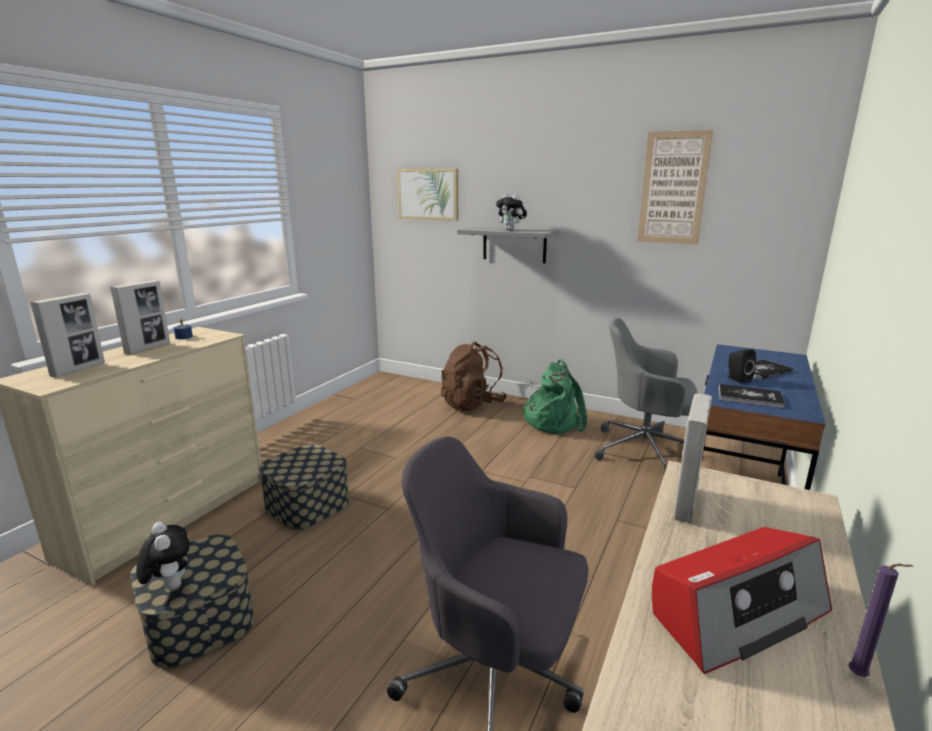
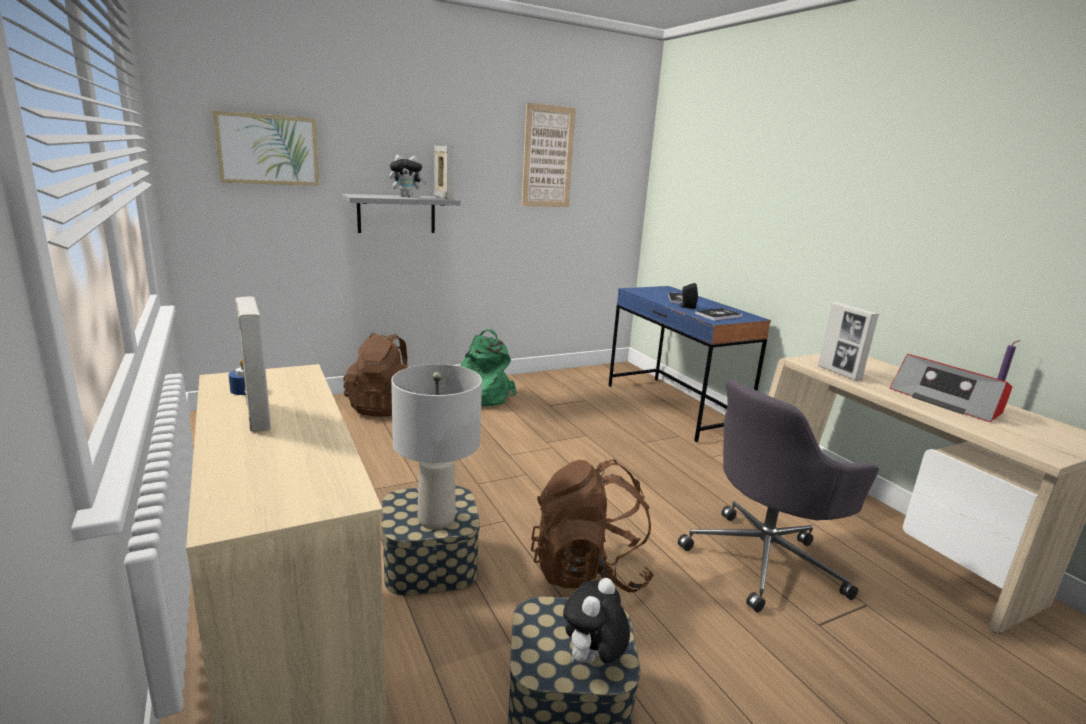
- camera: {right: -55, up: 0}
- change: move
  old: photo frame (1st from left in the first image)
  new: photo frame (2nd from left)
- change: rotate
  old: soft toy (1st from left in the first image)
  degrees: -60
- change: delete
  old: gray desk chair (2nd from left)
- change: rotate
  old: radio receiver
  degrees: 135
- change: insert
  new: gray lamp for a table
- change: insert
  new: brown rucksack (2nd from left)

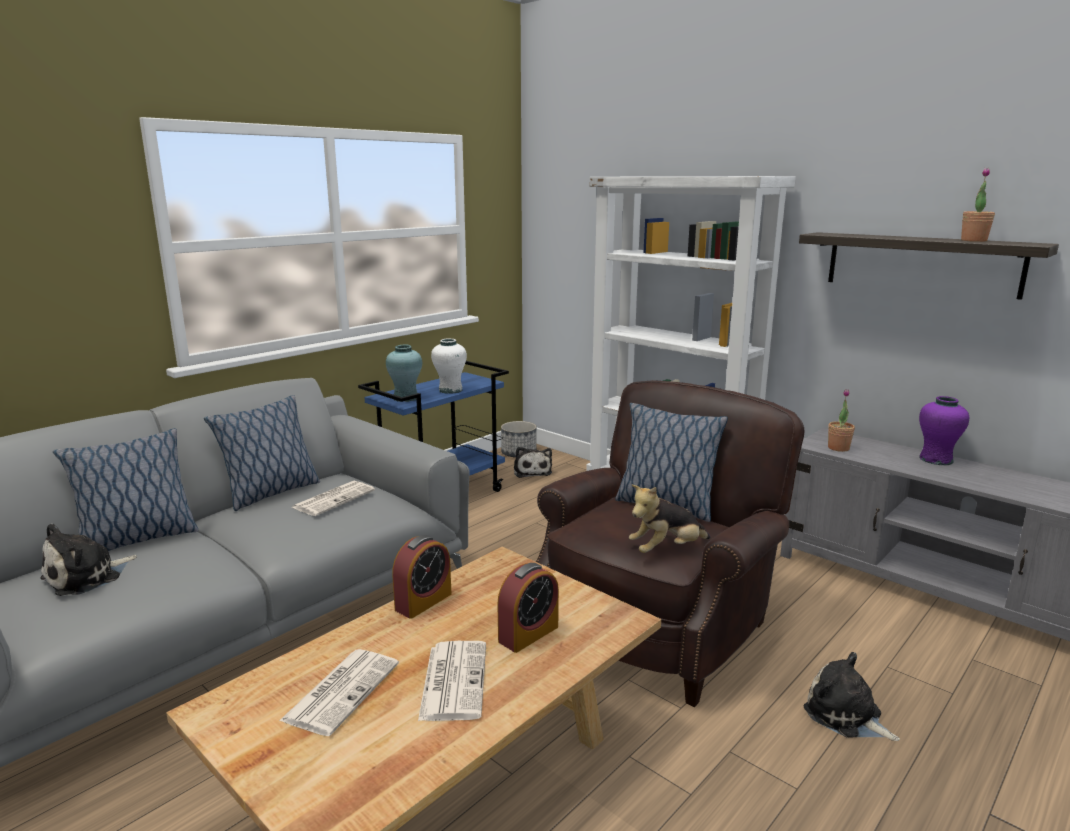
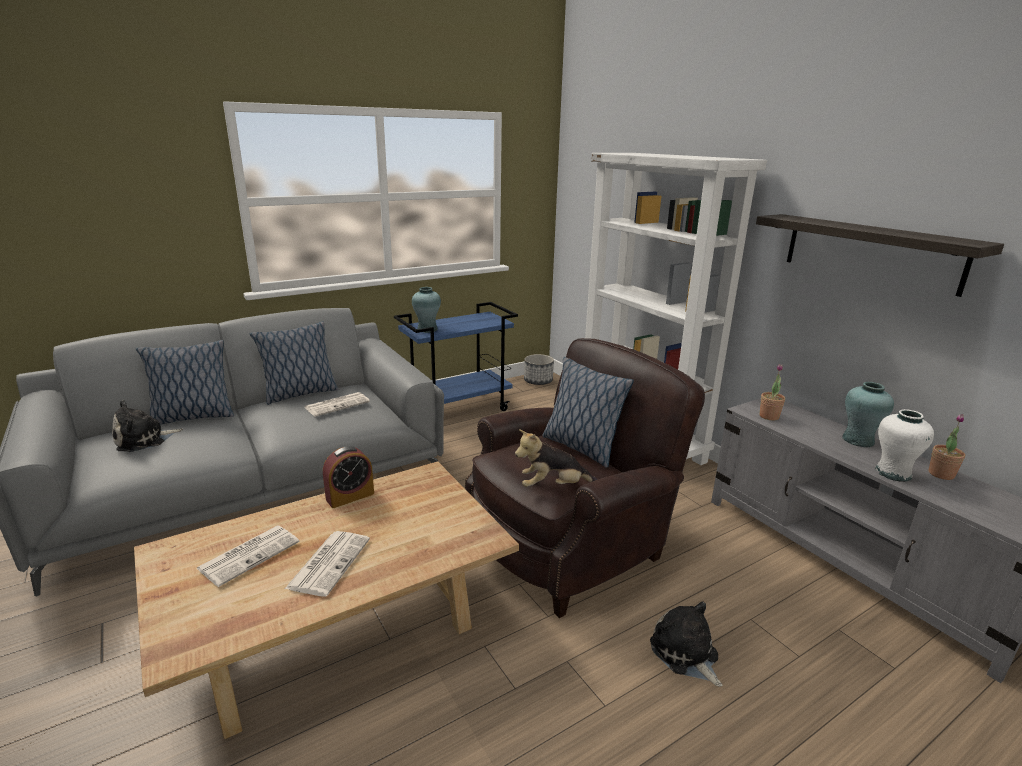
- camera: {right: 15, up: 5}
- change: move
  old: white-coloured vase
- change: delete
  old: table clock (2nd from left)
- change: delete
  old: soft toy (2nd from left)
- change: recolor
  old: purple-coloured vase
  new: turquoise vase (2nd from left)
- change: move
  old: houseplant (2nd from left)

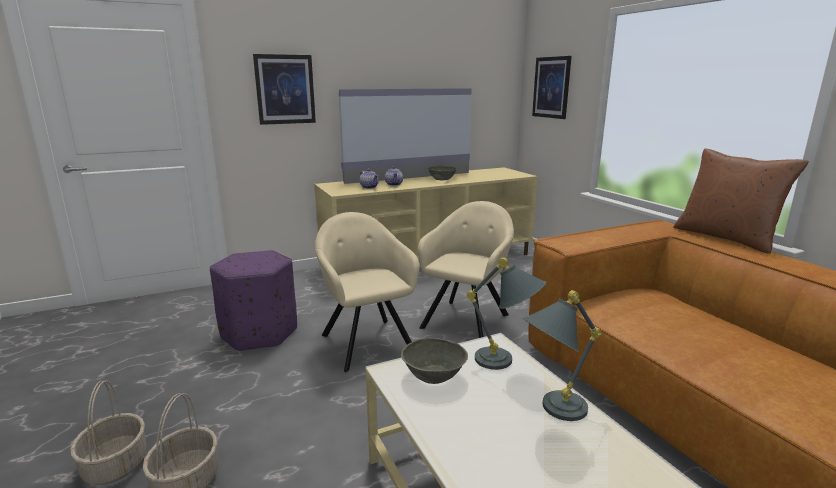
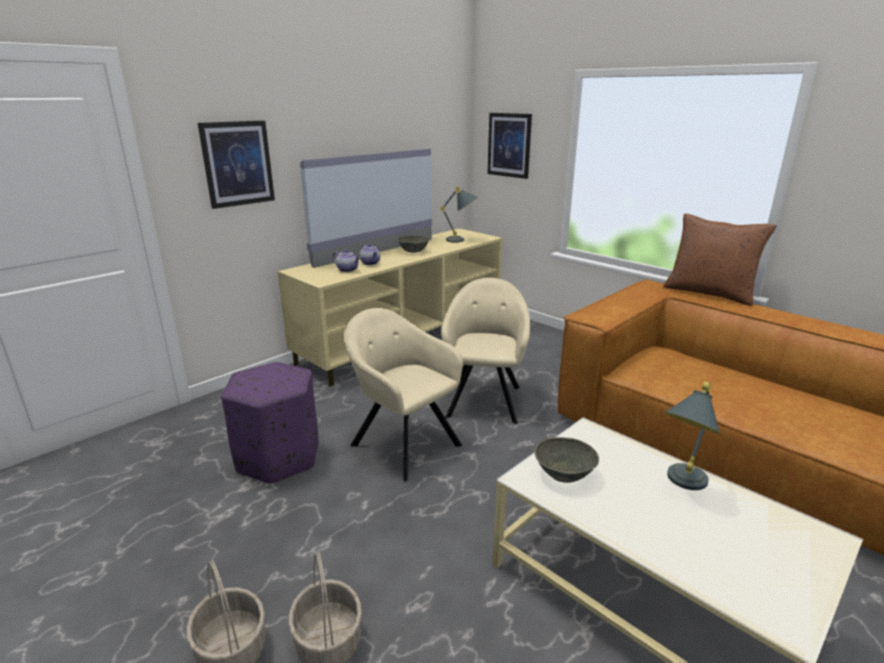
- camera: {right: -20, up: 5}
- change: move
  old: gray lamp for a table (1st from left)

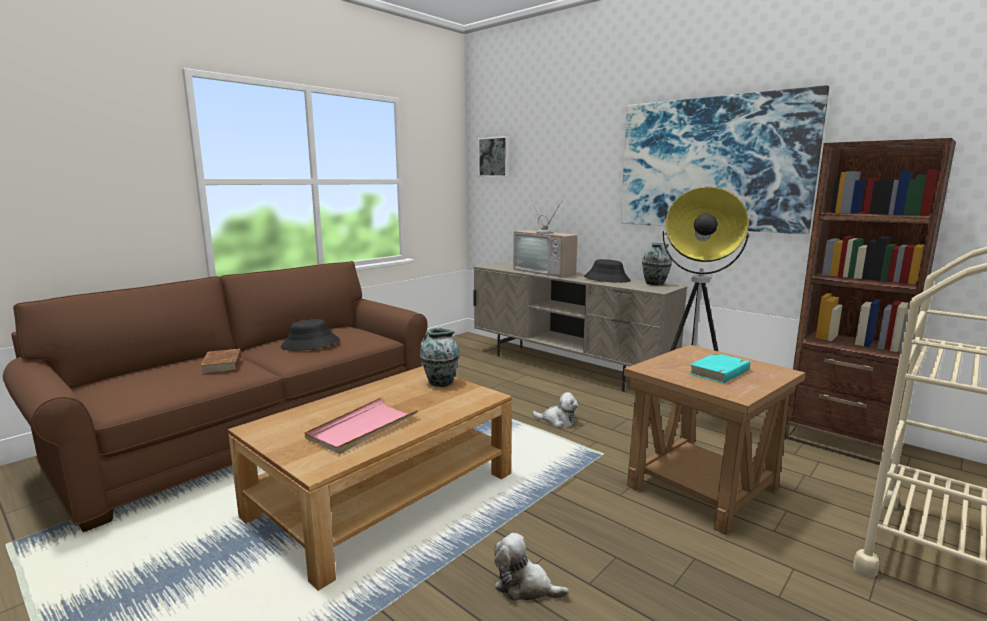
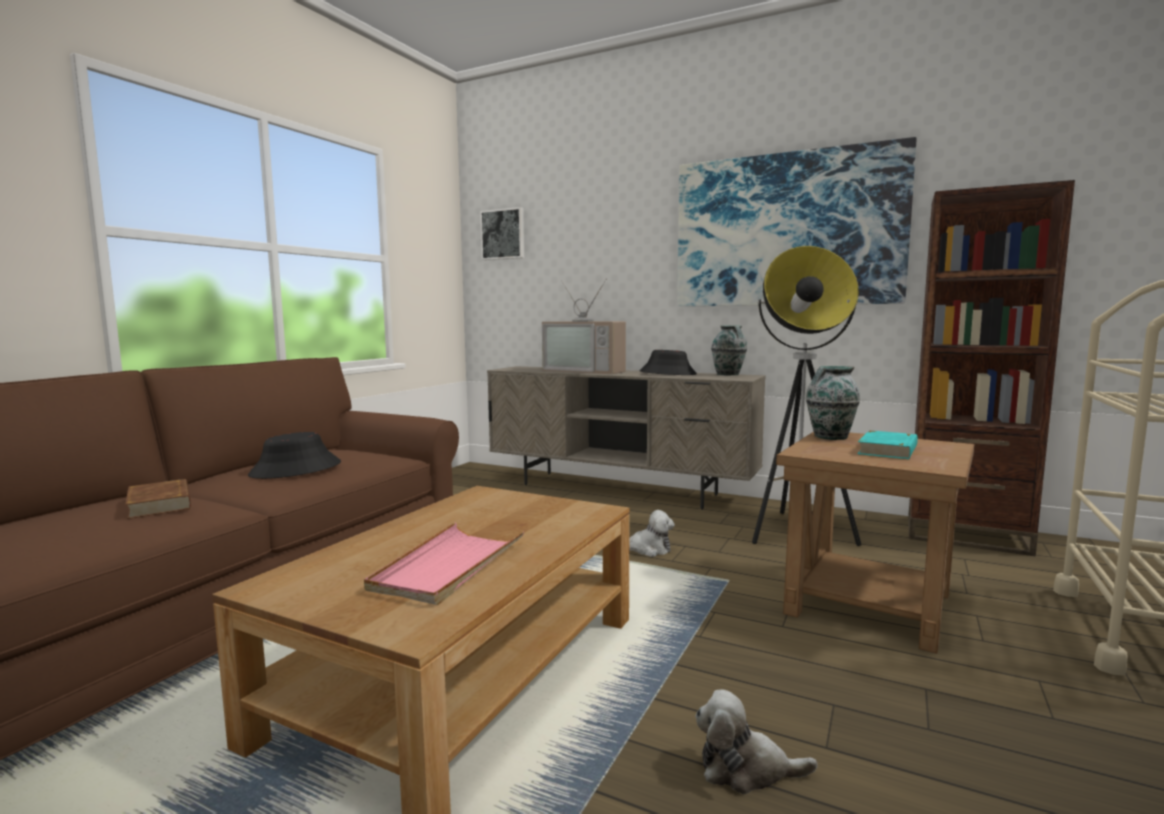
- camera: {right: -15, up: -5}
- change: move
  old: vase (1st from left in the first image)
  new: vase (2nd from left)

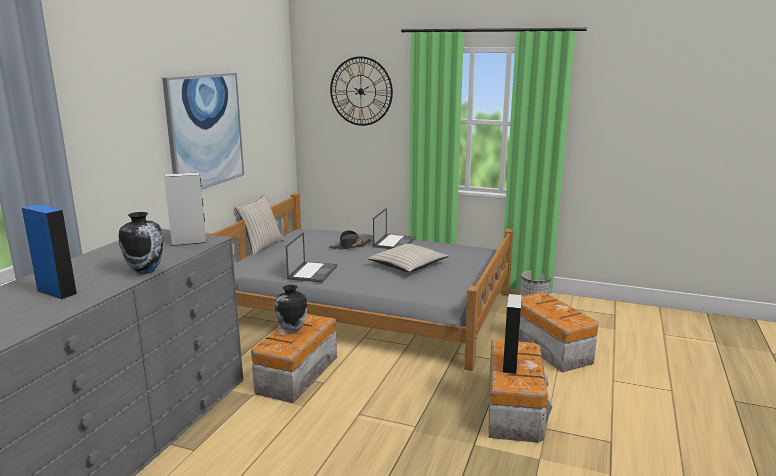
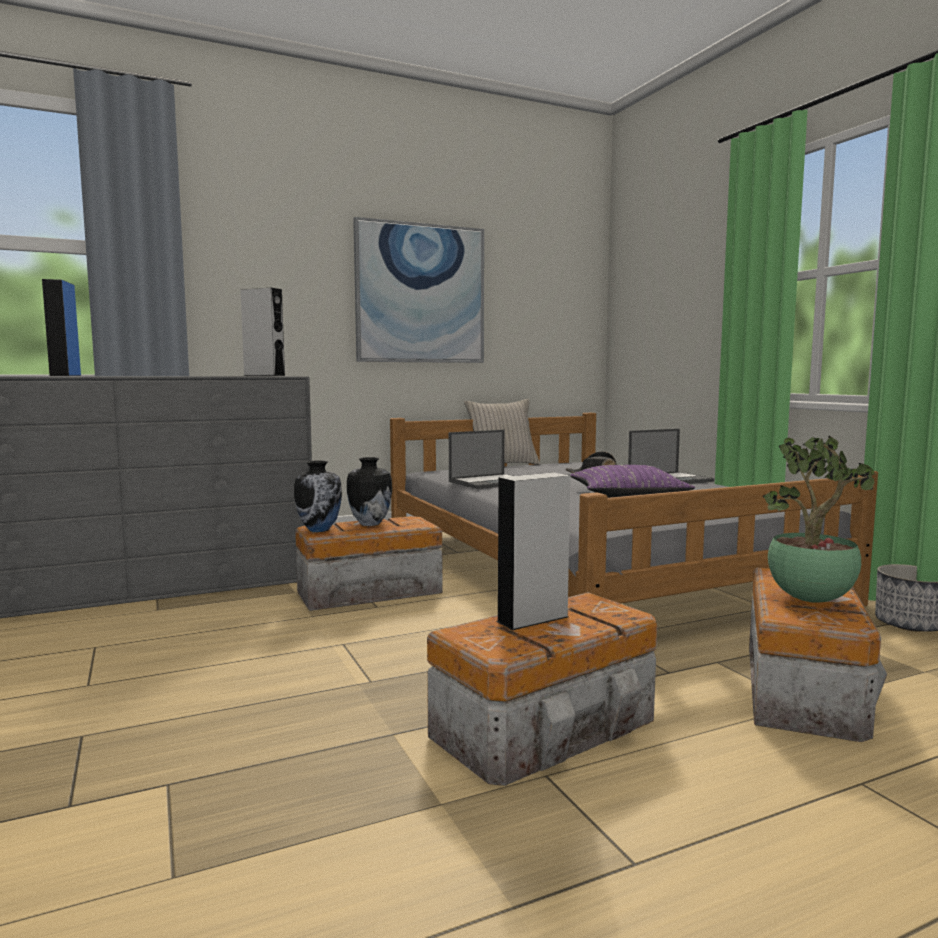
- camera: {right: 45, up: -10}
- change: move
  old: vase (1st from left)
- change: delete
  old: clock on the wall
- change: recolor
  old: beige throw pillow (2nd from left)
  new: purple-coloured throw pillow
- change: insert
  new: houseplant

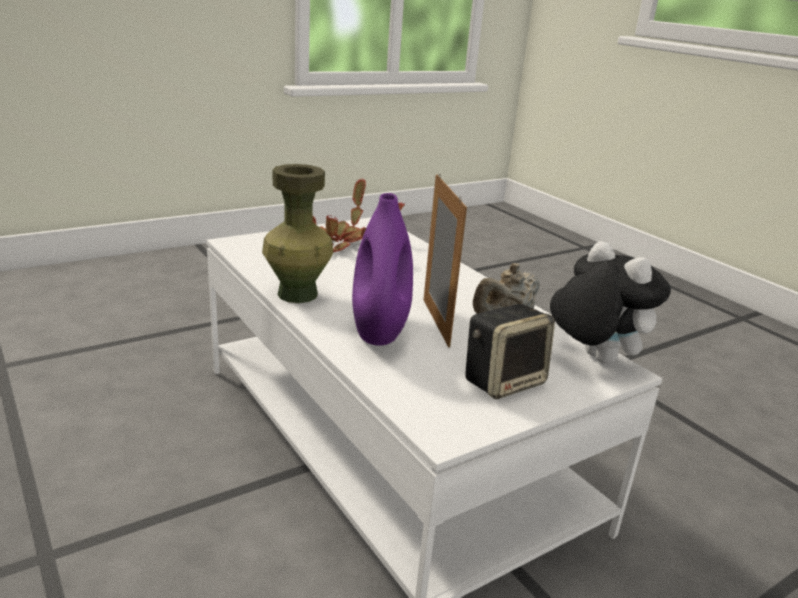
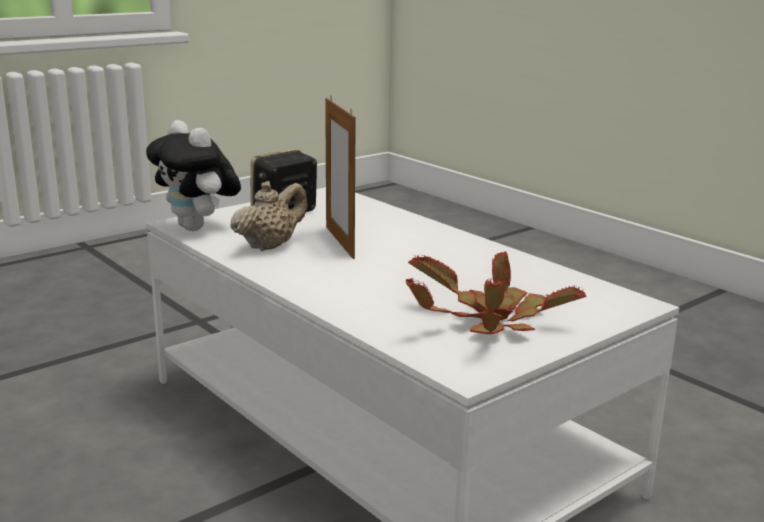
- camera: {right: 175, up: -5}
- change: delete
  old: green-coloured vase
- change: delete
  old: purple-coloured vase

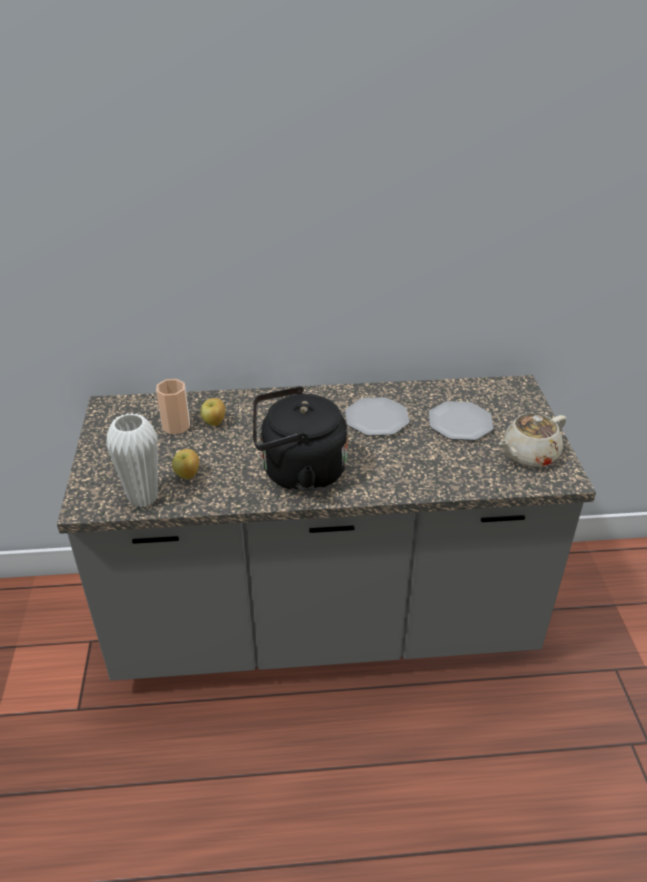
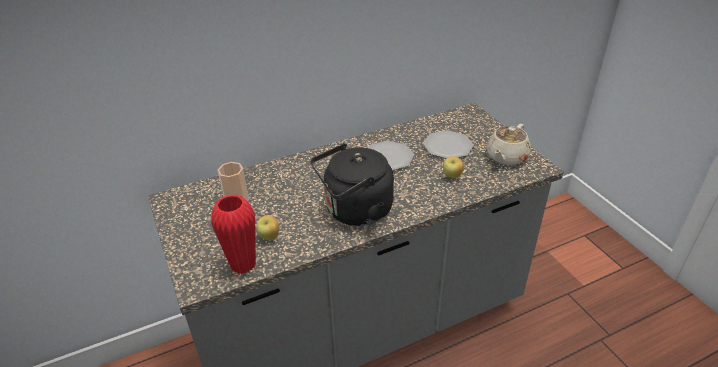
- camera: {right: -20, up: 0}
- change: recolor
  old: white-coloured vase
  new: red vase
- change: move
  old: apple (2nd from left)

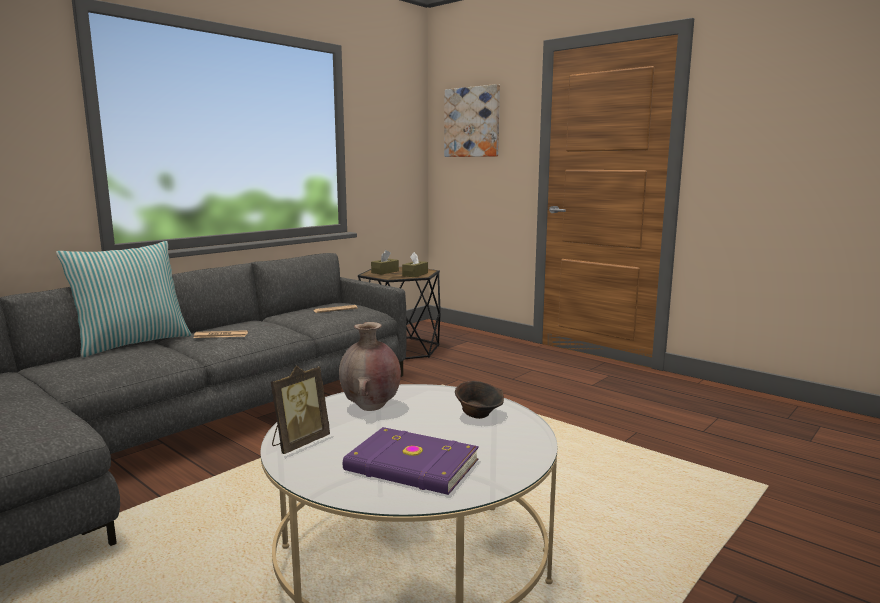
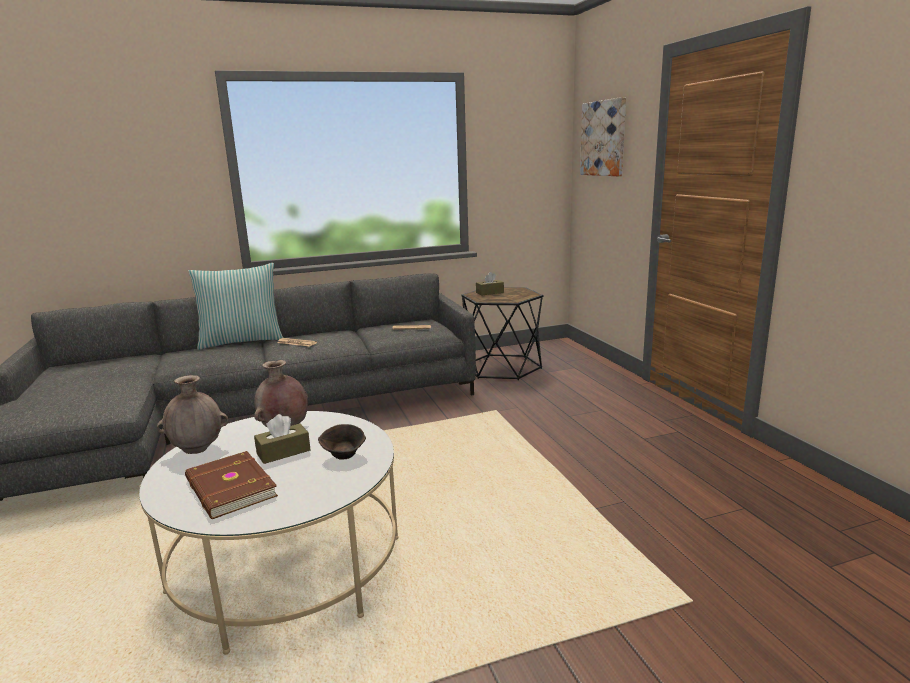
- camera: {right: 30, up: 5}
- change: replace
  old: photo frame
  new: brown vase (1st from left)
- change: recolor
  old: purple-coloured bound book
  new: brown bound book
- change: move
  old: brown tissue holder (2nd from left in the first image)
  new: brown tissue holder (1st from left)

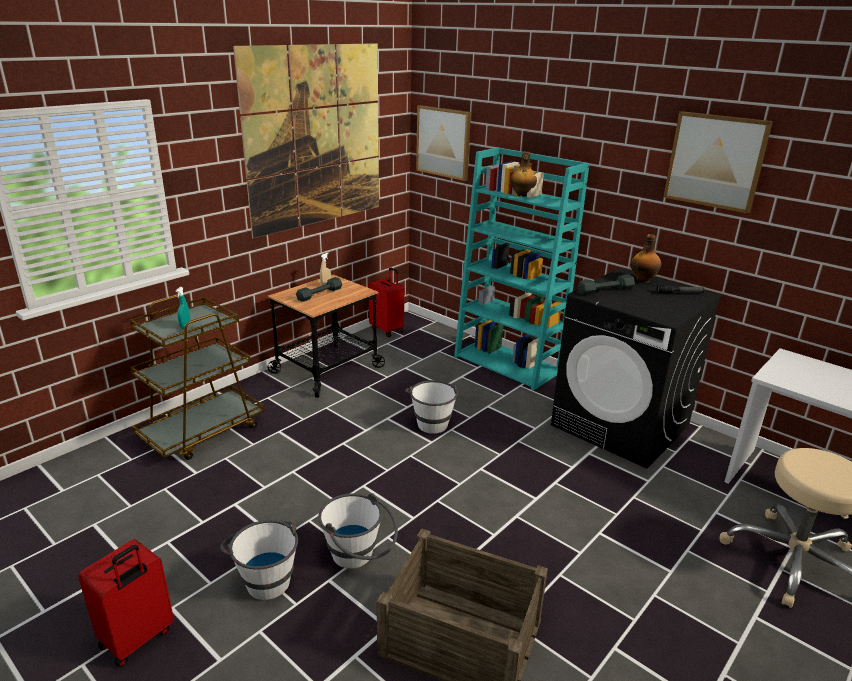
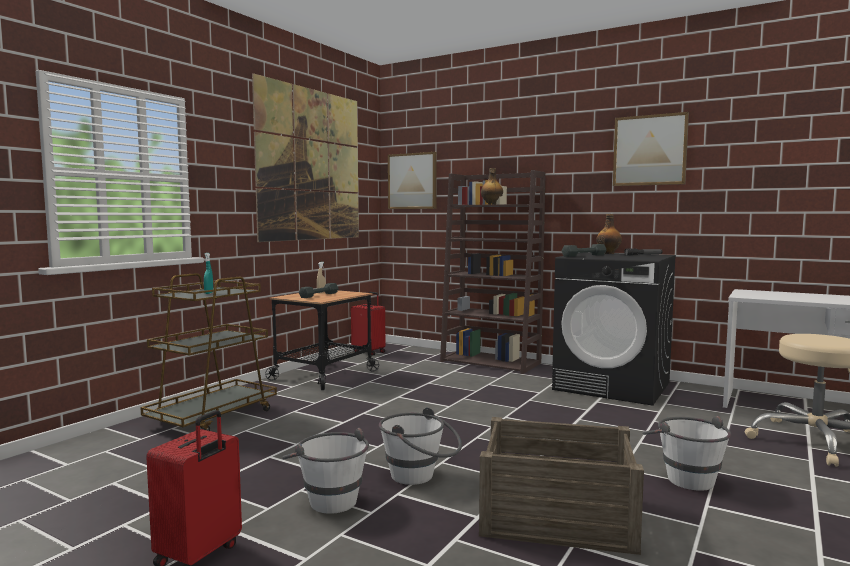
- camera: {right: -10, up: -20}
- change: move
  old: white-coloured bucket (3rd from left)
- change: recolor
  old: turquoise shelving unit
  new: brown shelving unit

